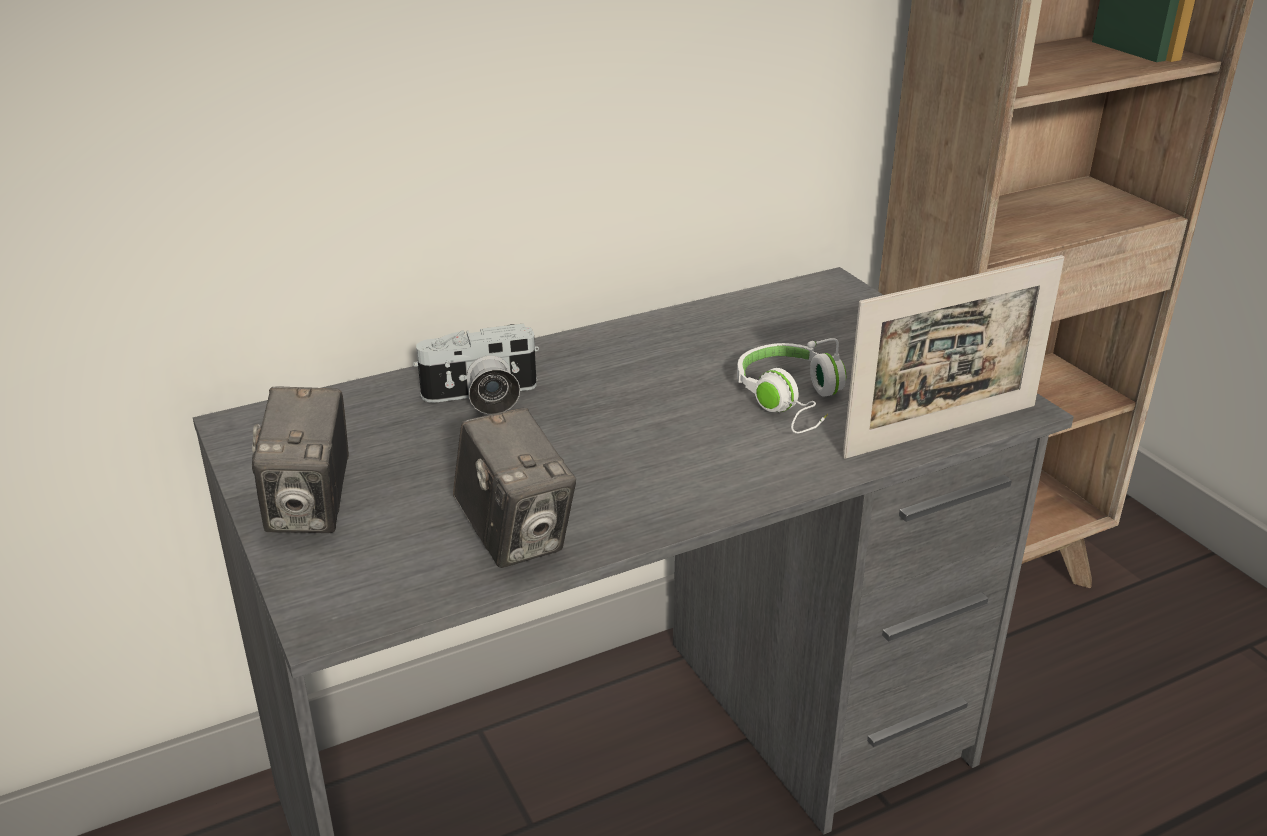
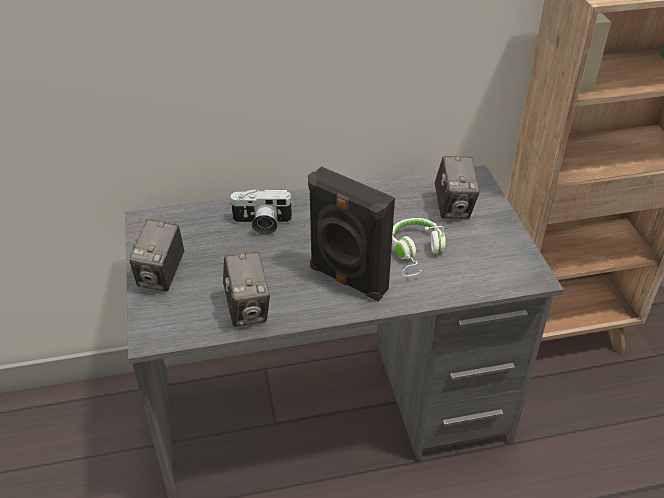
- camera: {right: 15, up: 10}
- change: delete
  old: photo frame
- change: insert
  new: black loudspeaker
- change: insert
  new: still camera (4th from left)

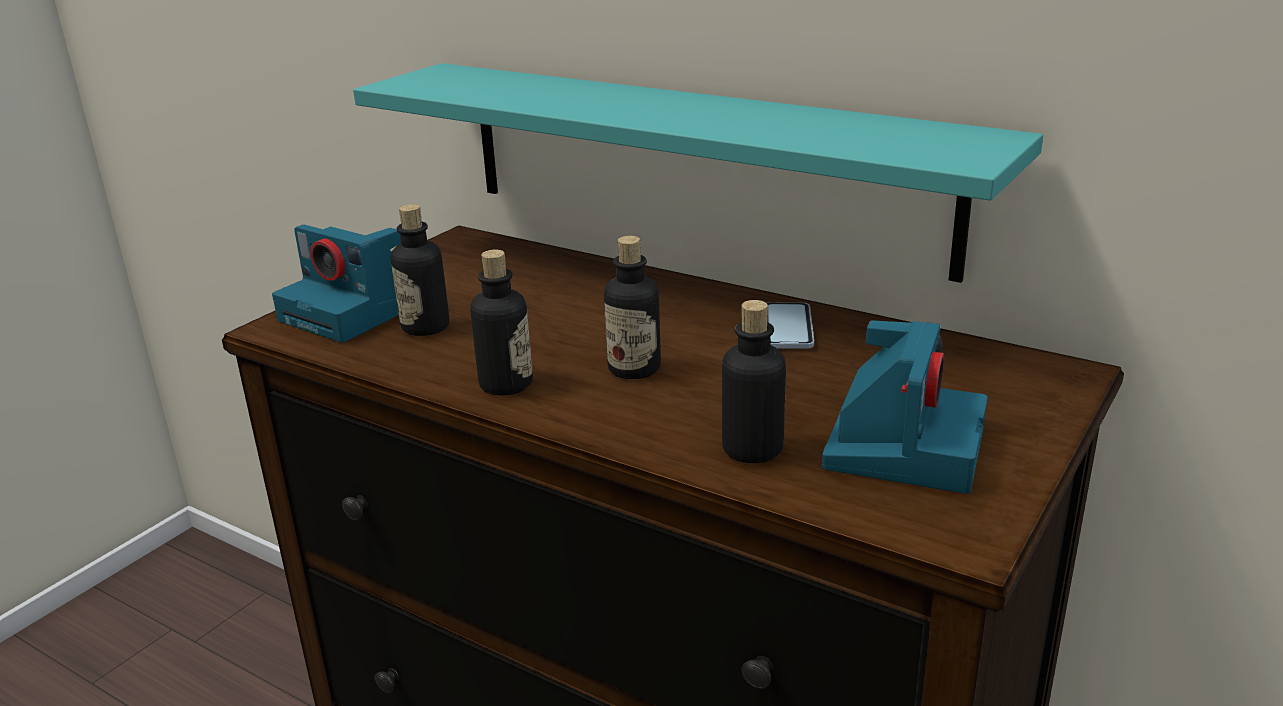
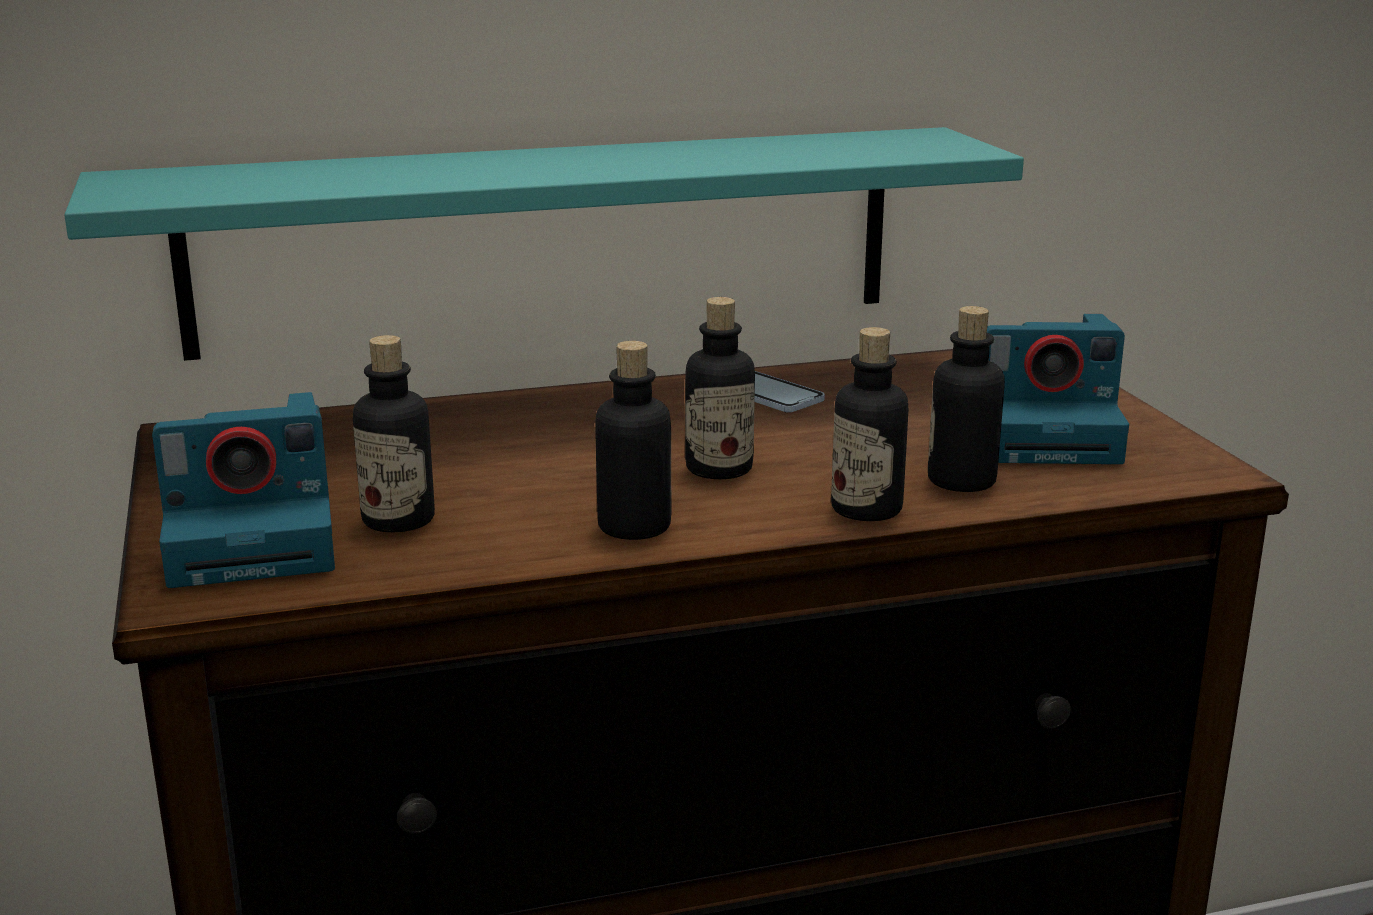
- camera: {right: -50, up: -5}
- change: rotate
  old: still camera (2nd from left)
  degrees: 120
- change: insert
  new: beverage bottle (4th from left)

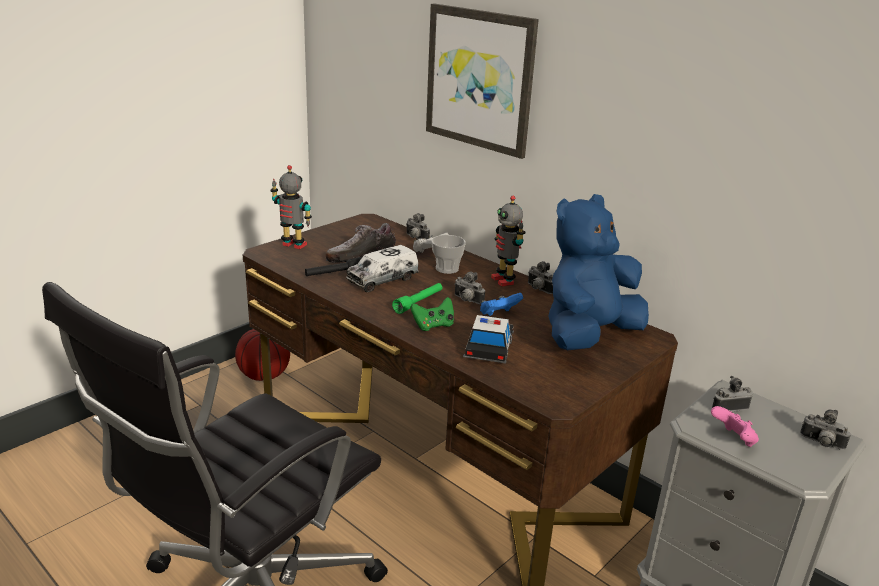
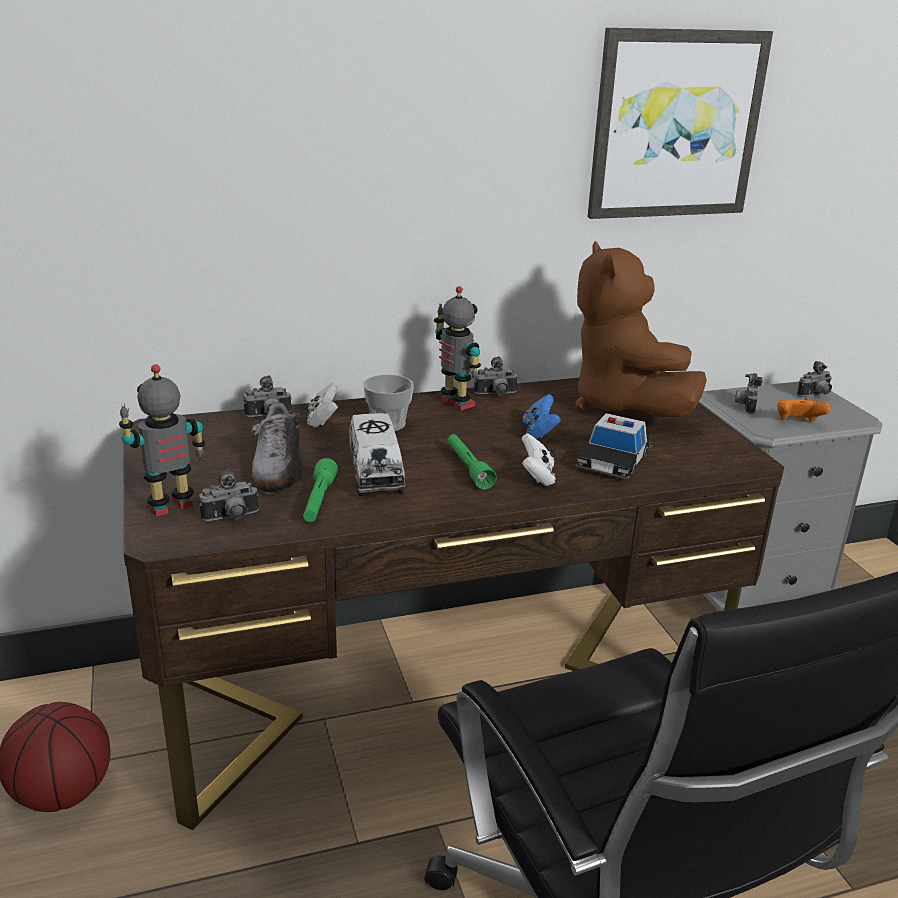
- camera: {right: -60, up: 0}
- change: recolor
  old: black hand torch
  new: green-coloured hand torch (1st from left)
- change: recolor
  old: green-coloured gamepad
  new: white-coloured gamepad (2nd from left)
- change: move
  old: wall art
- change: move
  old: still camera (2nd from left in the first image)
  new: still camera (1st from left)
- change: rotate
  old: toy car
  degrees: -105
- change: rotate
  old: model robot (2nd from left)
  degrees: -135
- change: recolor
  old: bluish soft toy
  new: brown soft toy
- change: recolor
  old: pink-coloured gamepad
  new: orange gamepad

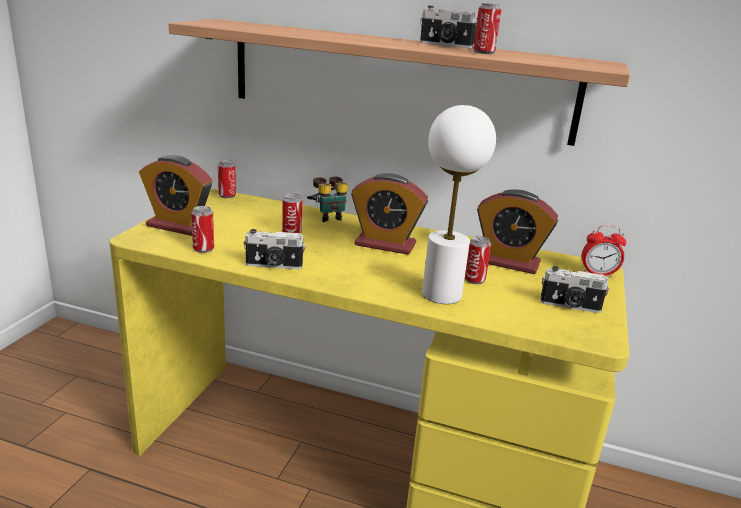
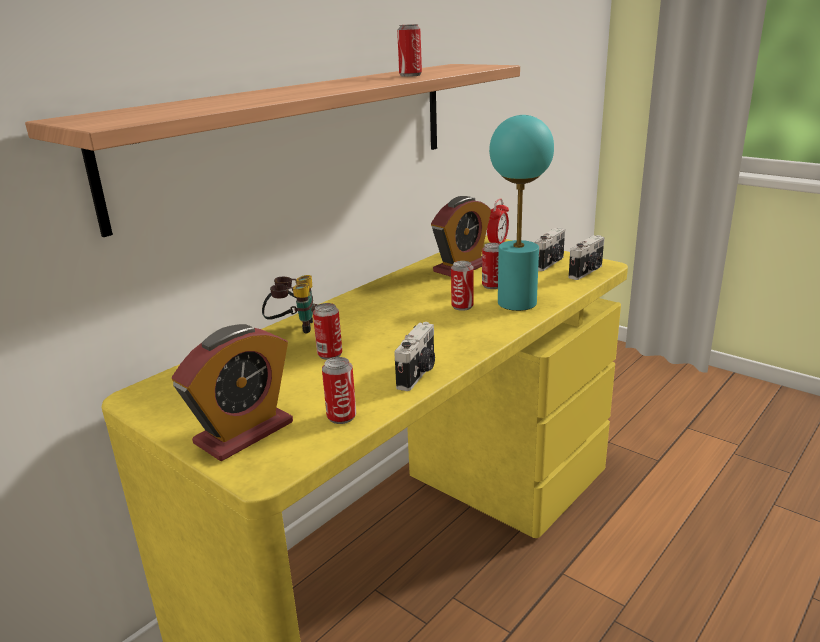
- camera: {right: -65, up: 0}
- change: move
  old: metal can (2nd from left in the first image)
  new: metal can (4th from left)
- change: delete
  old: table clock (2nd from left)
- change: move
  old: still camera (2nd from left in the first image)
  new: still camera (3rd from left)
- change: recolor
  old: white-coloured lamp for a table
  new: turquoise lamp for a table

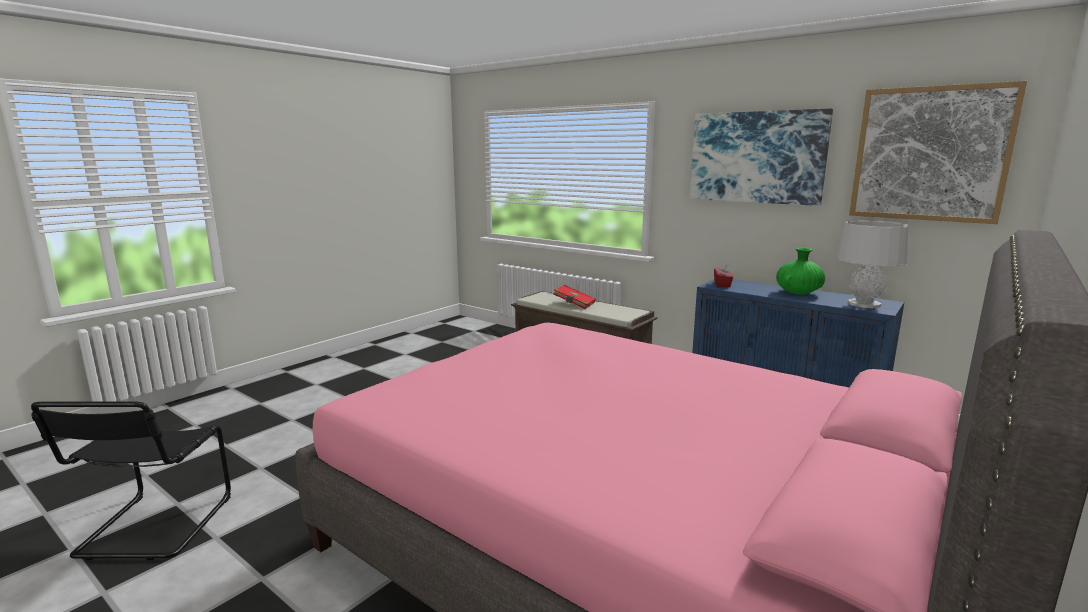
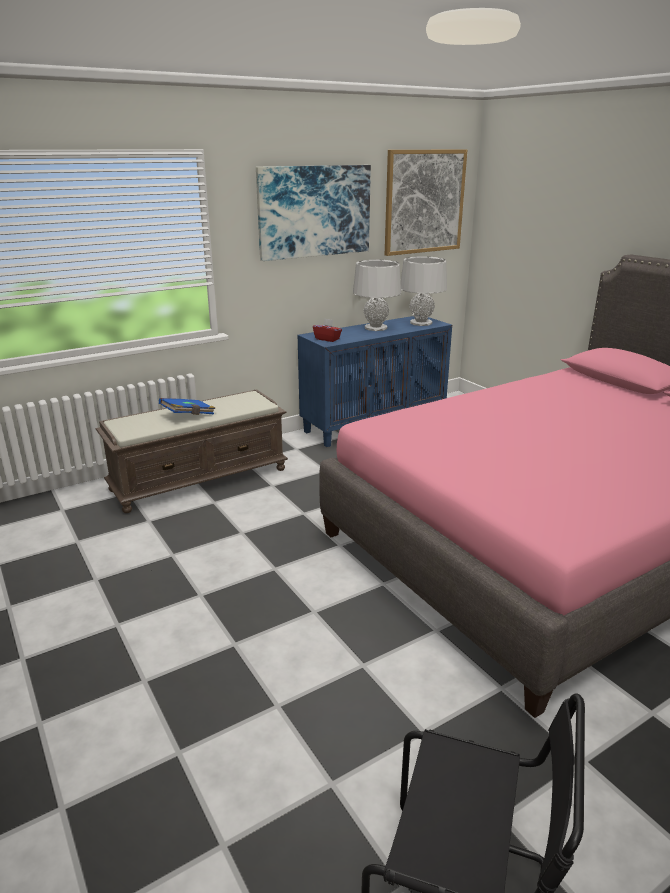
- camera: {right: -70, up: 10}
- change: recolor
  old: red bound book
  new: bluish bound book
- change: replace
  old: green-coloured vase
  new: gray lamp for a table (1st from left)

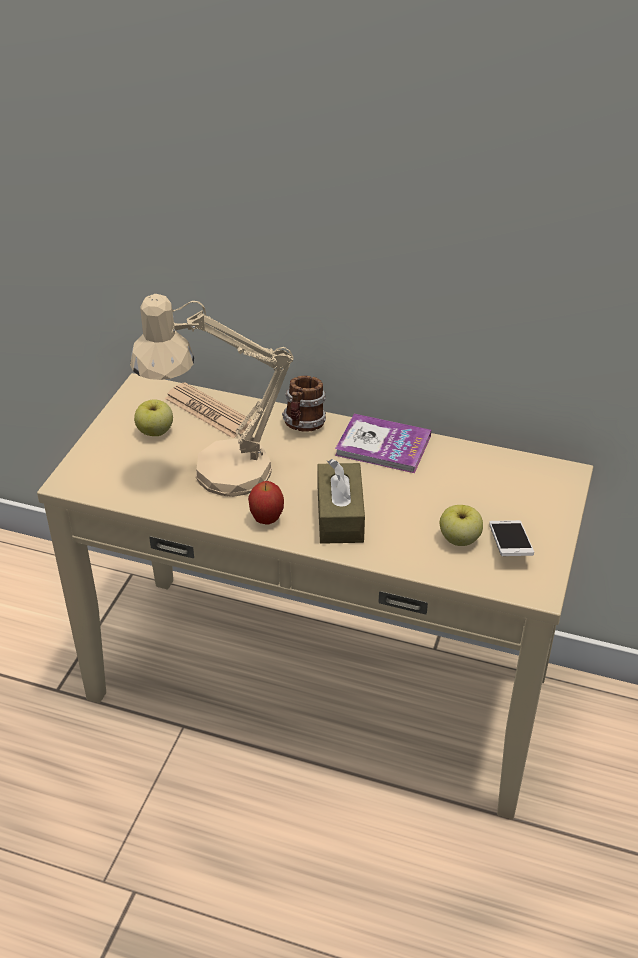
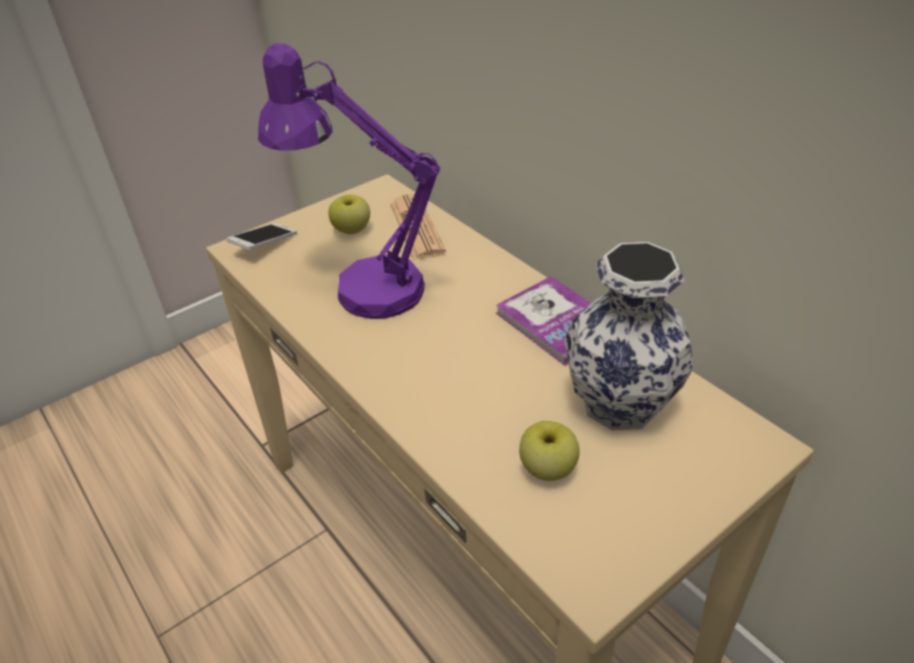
- camera: {right: 35, up: 0}
- change: recolor
  old: beige lamp for a table
  new: purple-coloured lamp for a table
- change: delete
  old: apple (2nd from left)
- change: delete
  old: tea mug
- change: delete
  old: brown tissue holder
- change: move
  old: handset
- change: insert
  new: vase

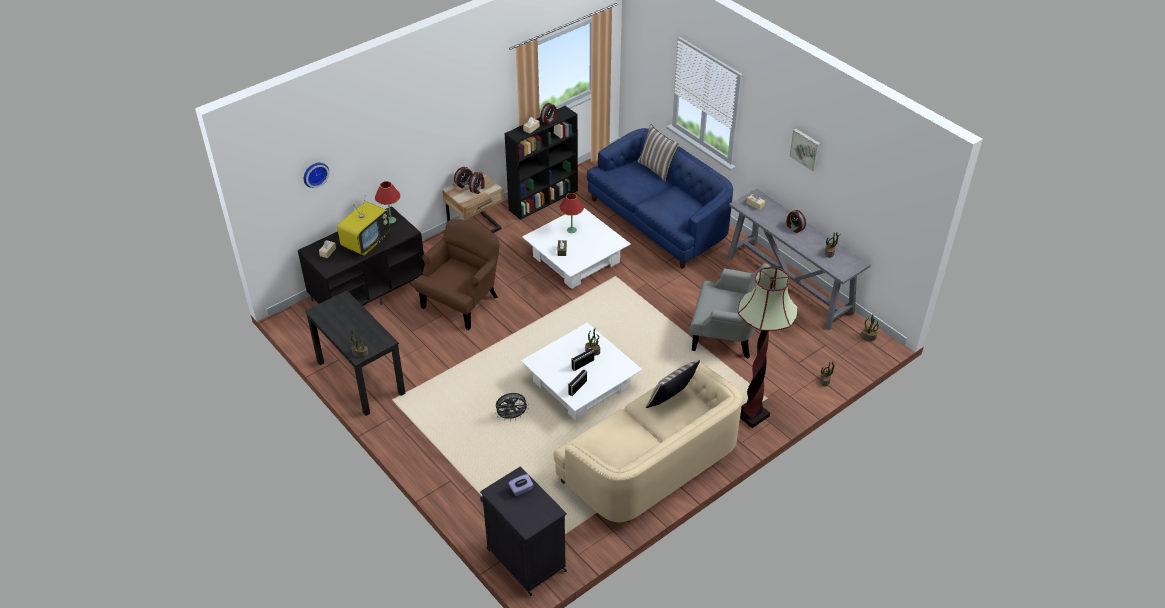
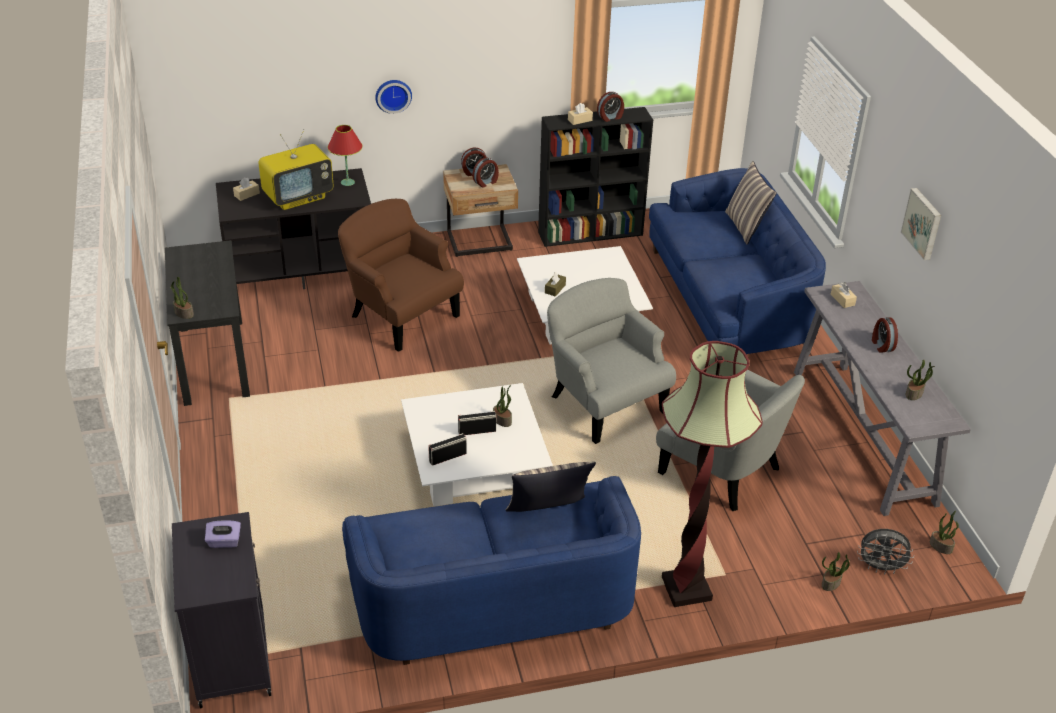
- camera: {right: 25, up: -5}
- change: move
  old: clock on the wall
- change: rotate
  old: brown armchair
  degrees: -105
- change: move
  old: gray electric fan
- change: recolor
  old: beige settee
  new: bluish settee (1st from left)
- change: delete
  old: red lamp for a table (2nd from left)
- change: insert
  new: gray armchair (1st from left)

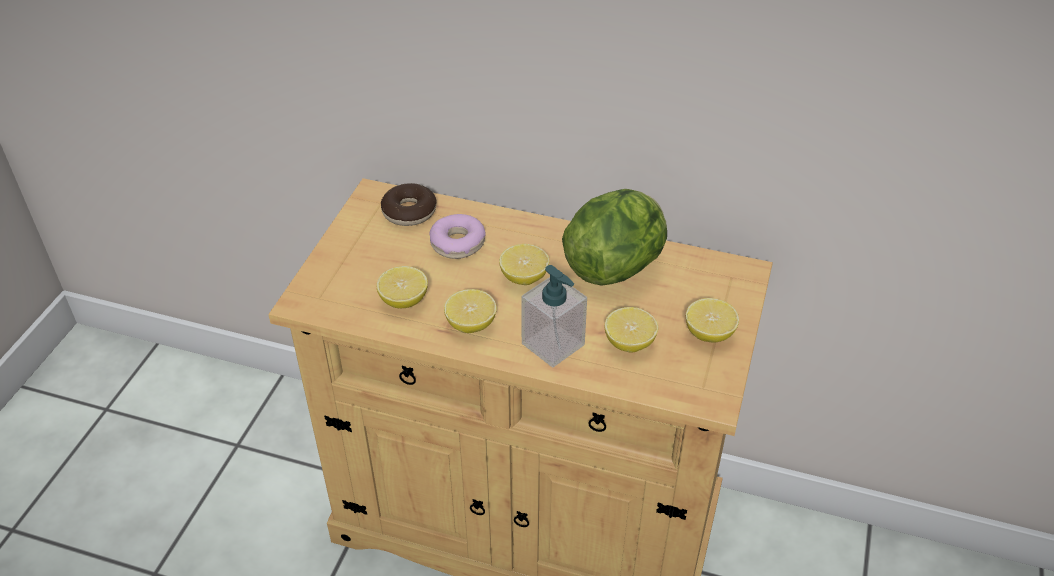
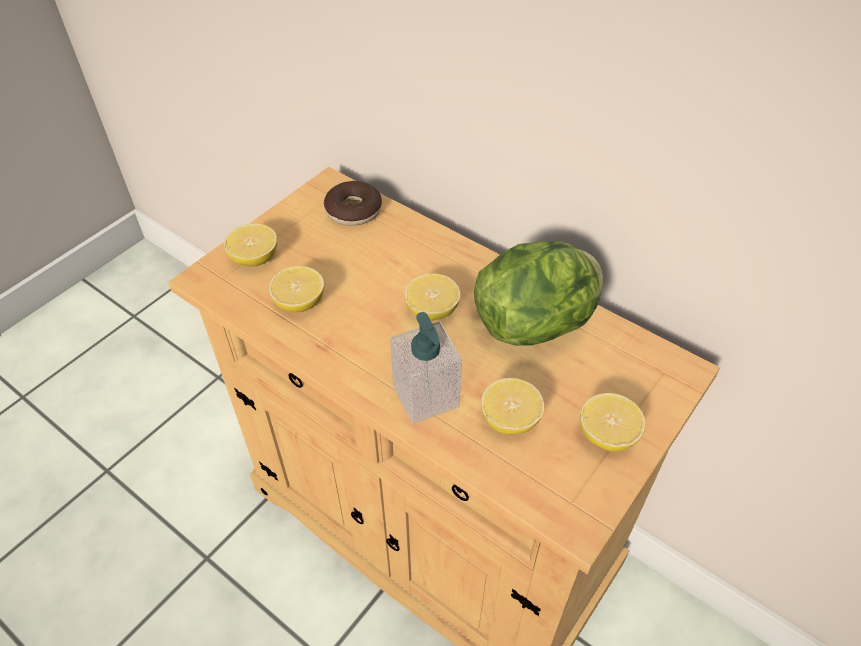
- camera: {right: 20, up: 5}
- change: delete
  old: ring doughnut (2nd from left)
- change: move
  old: citrus fruit (2nd from left in the first image)
  new: citrus fruit (1st from left)

